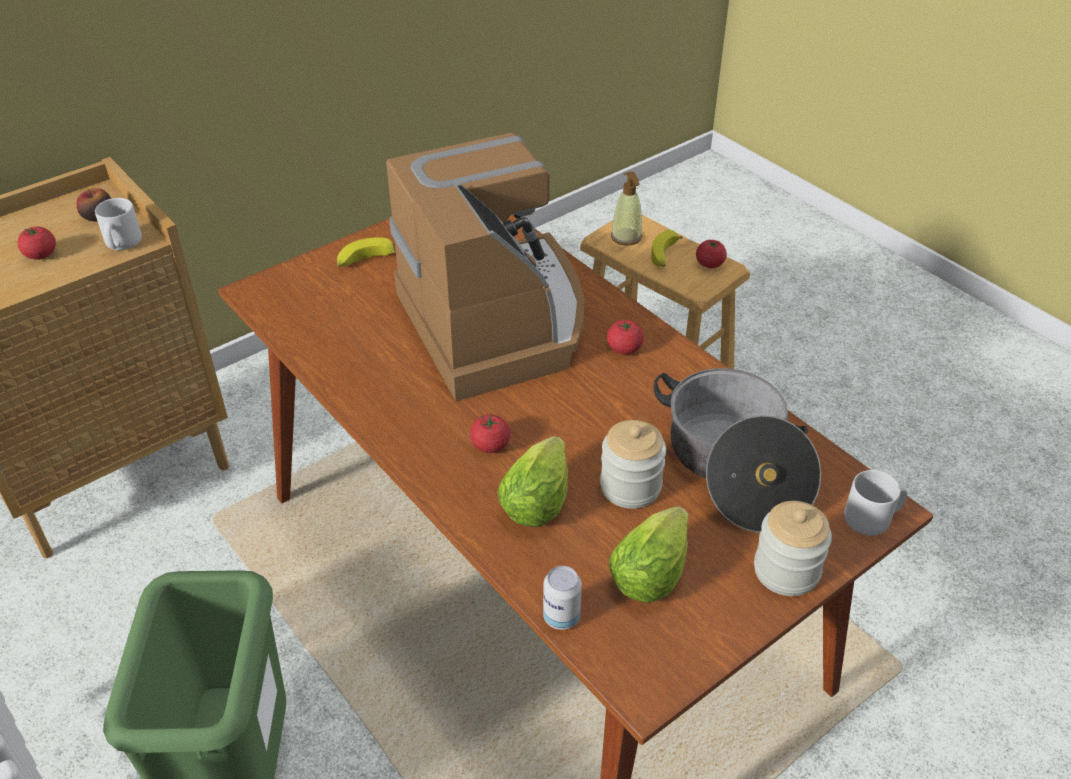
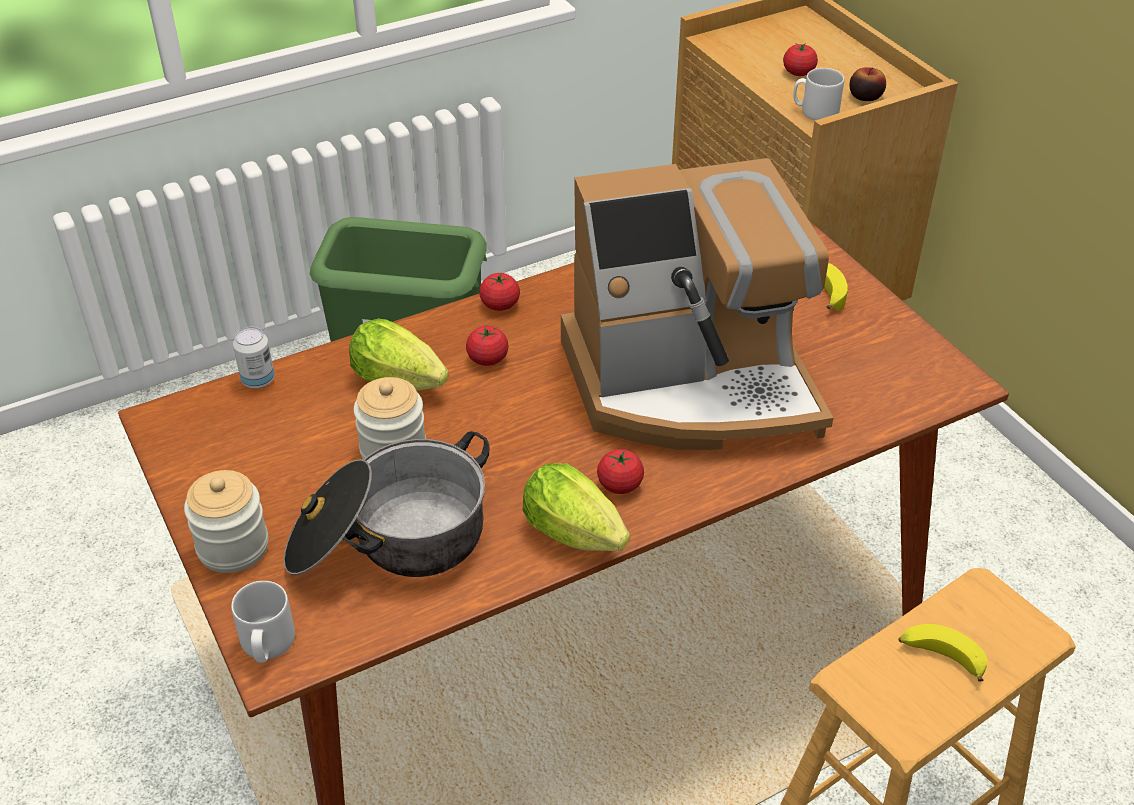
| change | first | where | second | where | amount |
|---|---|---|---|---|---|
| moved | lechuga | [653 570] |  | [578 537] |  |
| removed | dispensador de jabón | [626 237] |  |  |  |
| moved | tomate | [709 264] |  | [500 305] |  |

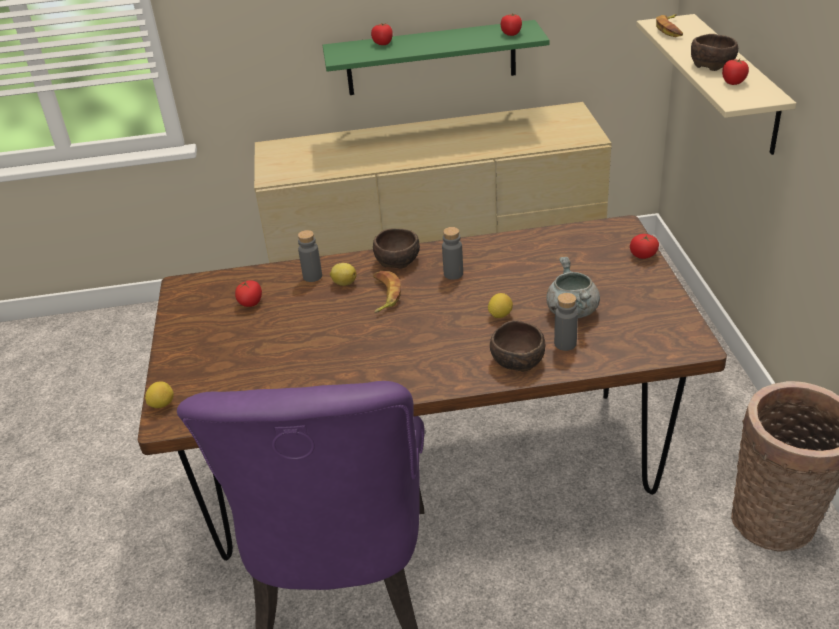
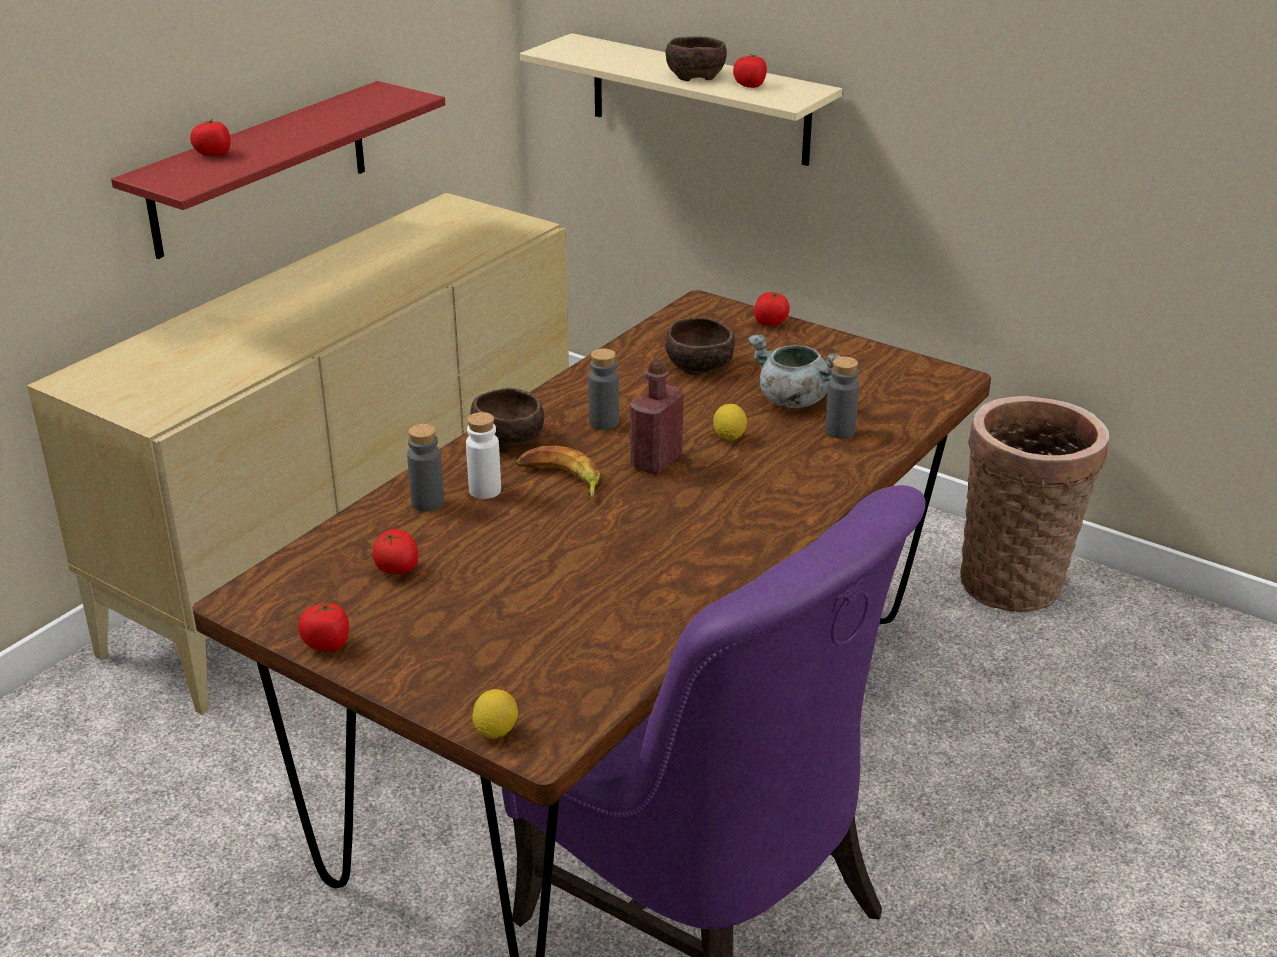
| change | first | where | second | where | amount |
|---|---|---|---|---|---|
| recoloured | estante [verde] | [431 58] | estante [rojo] | [260 169] |  |
| replaced | limón | [344 283] | botella [blanco] | [485 490] |  |
| moved | cuenco [marrón] | [518 360] |  | [701 365] |  |
| moved | tomate | [511 34] |  | [327 644] |  |
| removed | plátano | [671 29] |  |  |  |
| added |  |  | botella [rojo] | [656 461] |  |

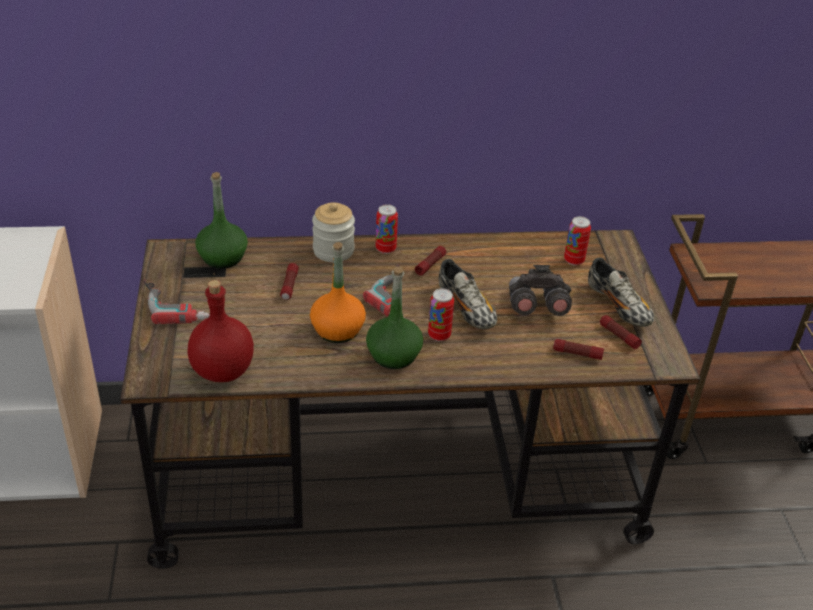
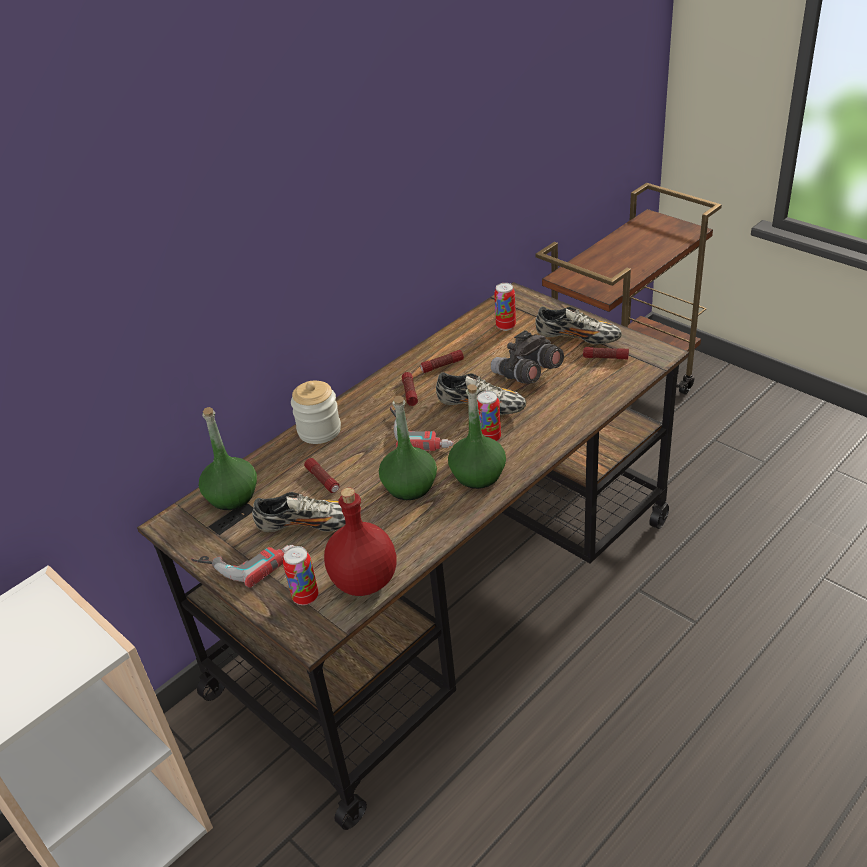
| change | first | where | second | where | amount |
|---|---|---|---|---|---|
| recoloured | botella [naranja] | [337 330] | botella [verde] | [410 486] |  |
| moved | lata | [385 249] |  | [305 597] |  |
| moved | linterna | [577 354] |  | [442 366] |  |
| added |  |  | zapato | [308 525] |  |

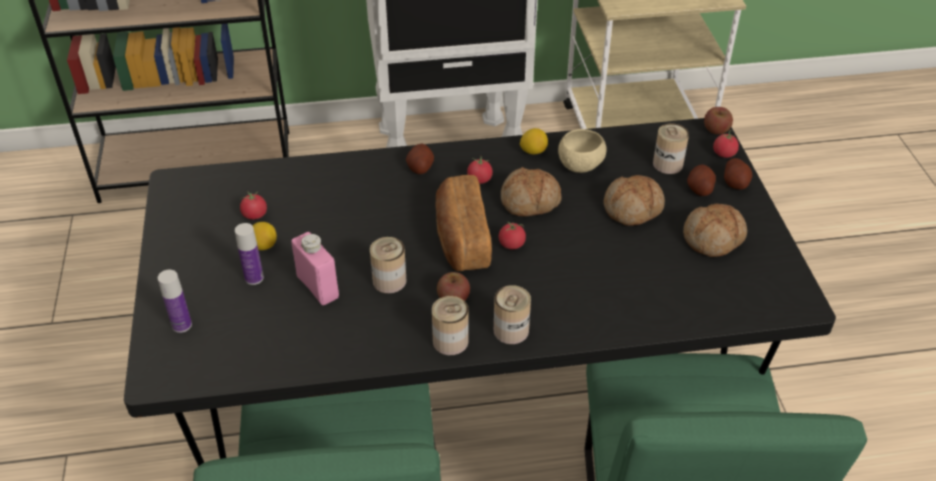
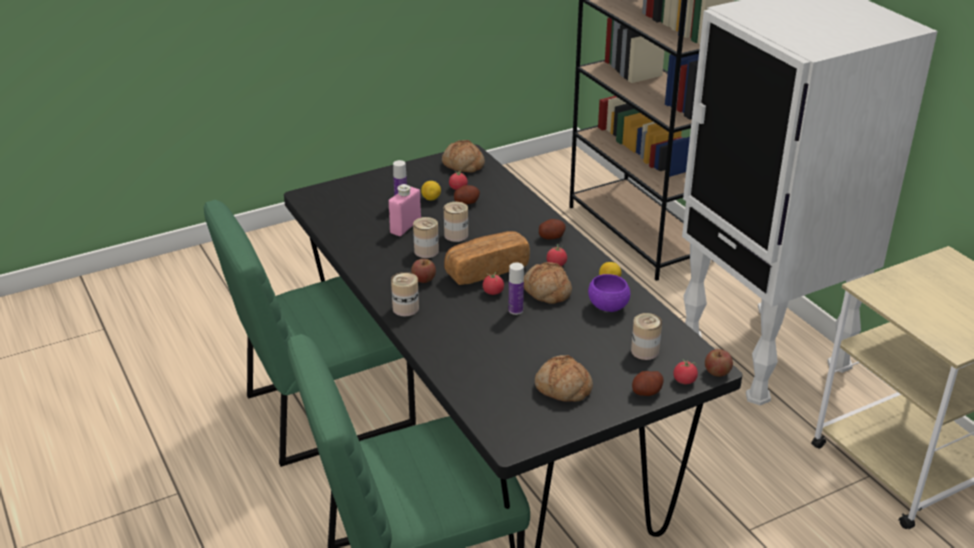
| change | first | where | second | where | amount |
|---|---|---|---|---|---|
| moved | botella | [182 325] |  | [515 310] |  |
| moved | lata | [450 341] |  | [456 235] |  |
| recoloured | cuenco [beis] | [580 165] | cuenco [morado] | [608 307] |  |
| moved | pan | [633 209] |  | [462 165] |  |
| moved | patata | [699 189] |  | [466 202] |  |

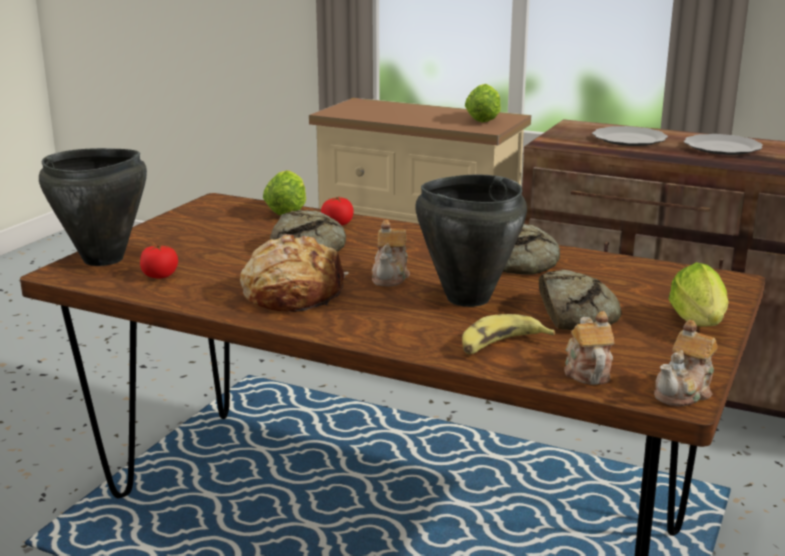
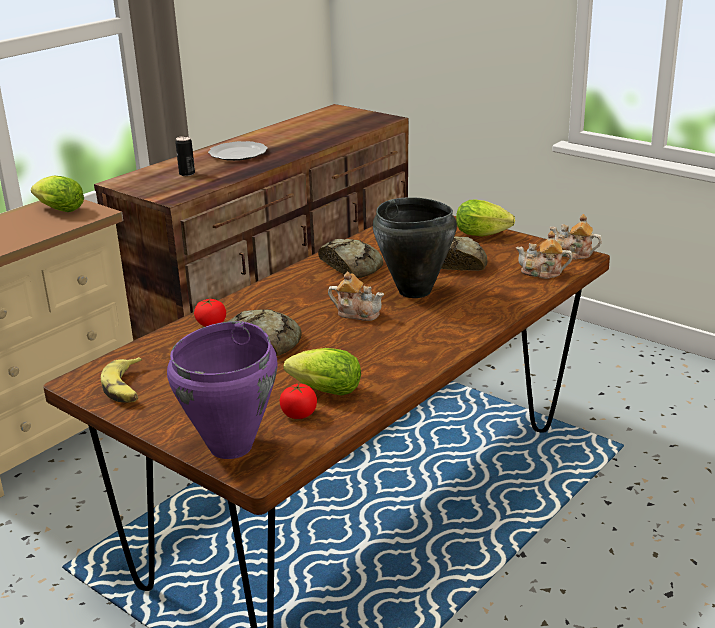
| change | first | where | second | where | amount |
|---|---|---|---|---|---|
| recoloured | olla [negro] | [103 259] | olla [morado] | [232 446] |  |
| removed | pan | [293 293] |  |  |  |
| moved | lechuga | [287 210] |  | [322 391] |  |
| moved | plátano | [501 346] |  | [126 388] |  |
| replaced | plato | [628 139] | lata | [187 174] |  |
| turned | tetera | [685 392] |  | [573 254] | 150 degrees clockwise |

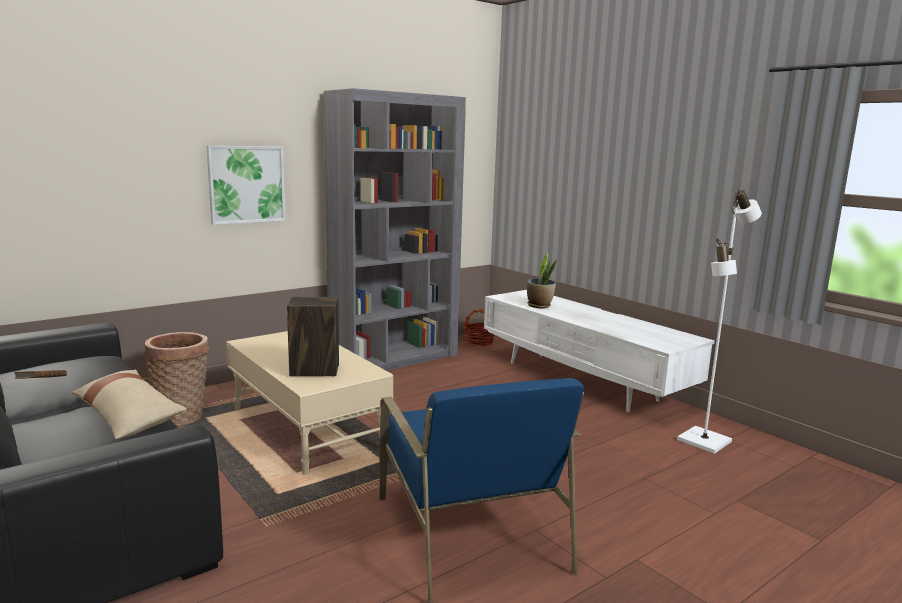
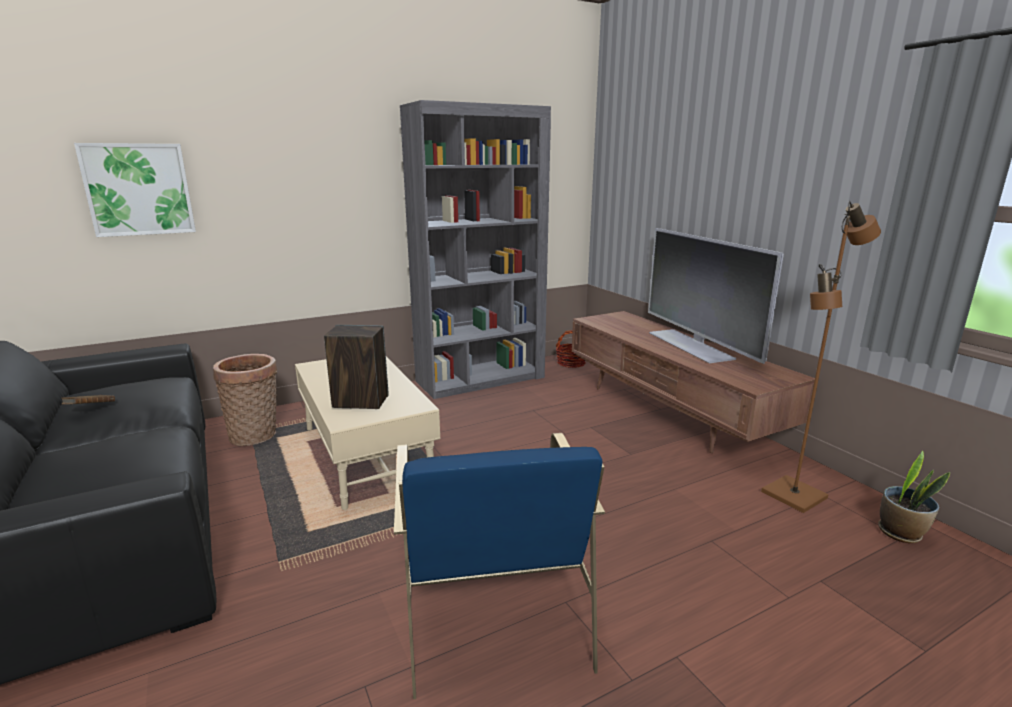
| change | first | where | second | where | amount |
|---|---|---|---|---|---|
| removed | cojín [beis] | [128 416] |  |  |  |
| moved | cuadro | [246 184] |  | [139 189] |  |
| recoloured | mueble de televisión [blanco] | [583 380] | mueble de televisión [marrón] | [669 411] |  |
| moved | planta en maceta | [539 306] |  | [900 533] |  |
| recoloured | lámpara de pie [blanco] | [704 441] | lámpara de pie [marrón] | [793 495] |  |
| added |  |  | televisor | [691 345] |  |

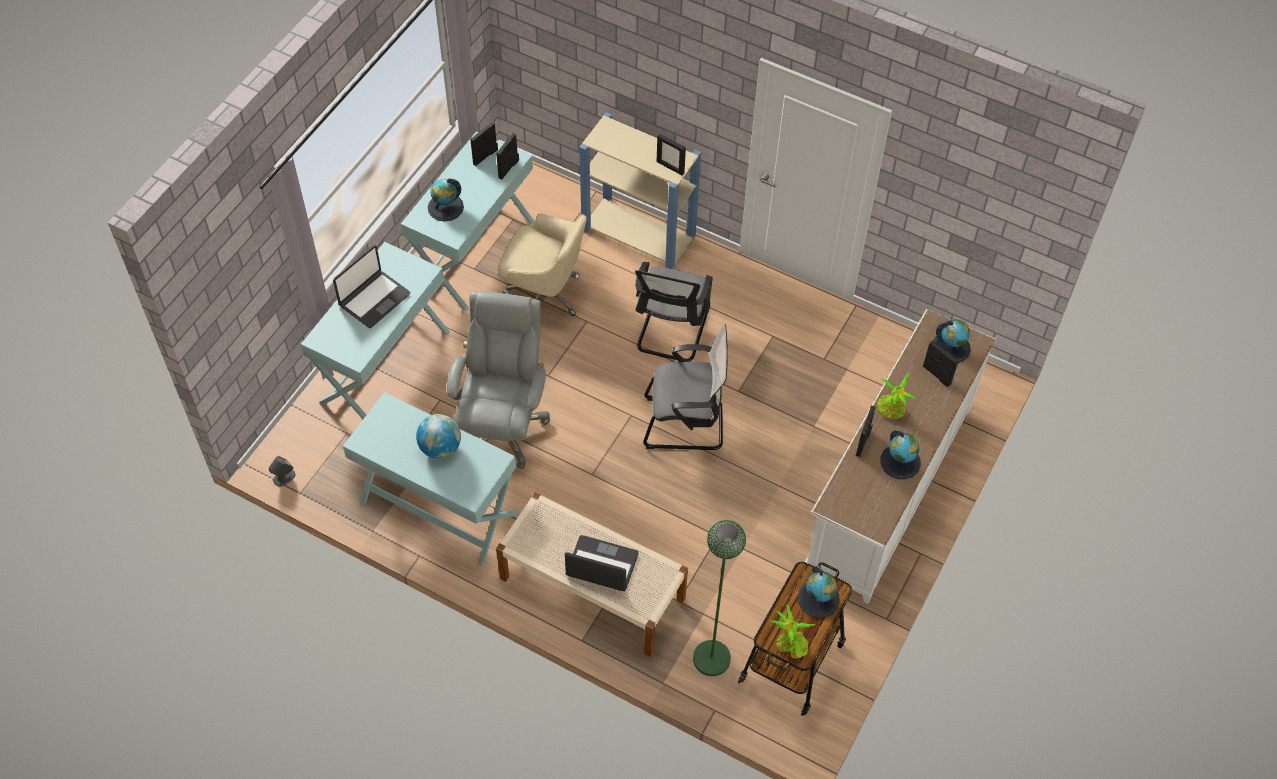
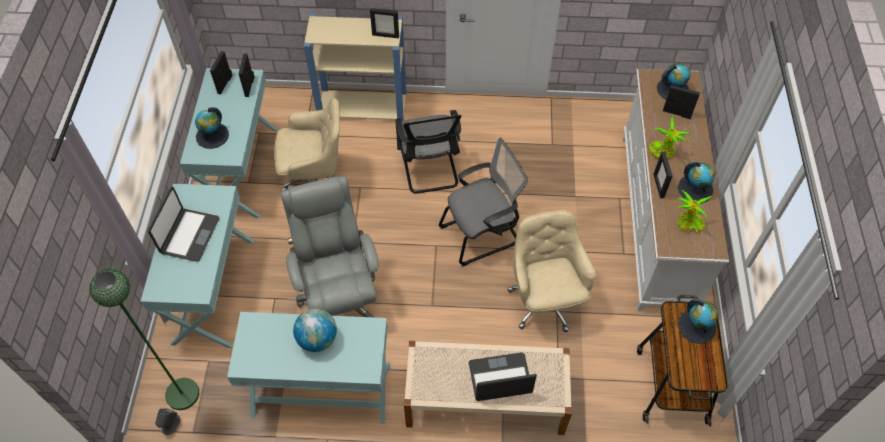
| change | first | where | second | where | amount |
|---|---|---|---|---|---|
| moved | lámpara de pie [verde] | [711 658] |  | [182 394] |  |
| moved | planta en maceta | [789 644] |  | [688 224] |  |
| added |  |  | silla de oficina [beis] | [545 302] |  |

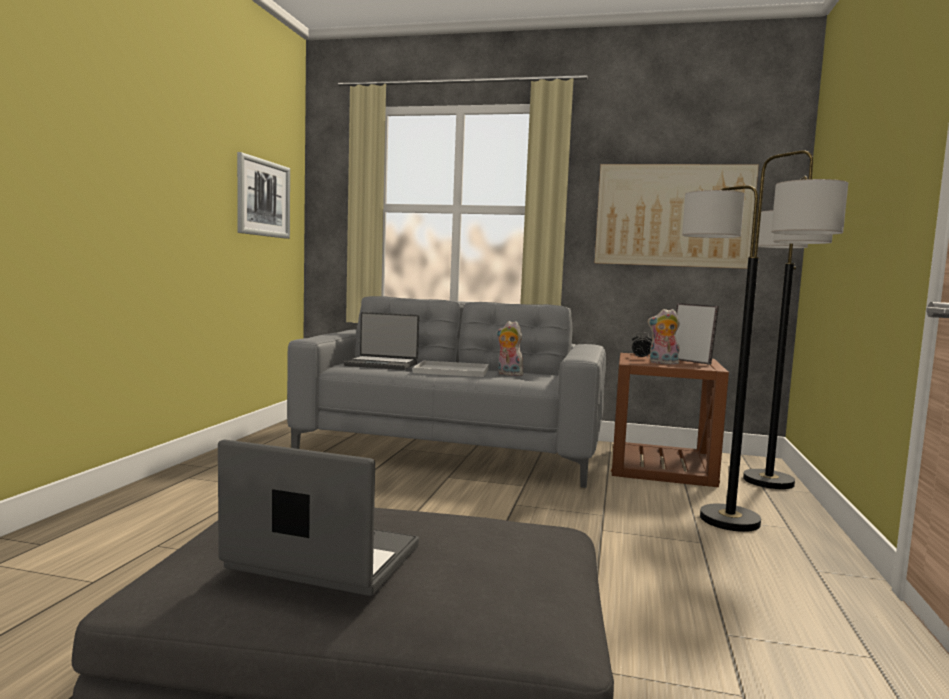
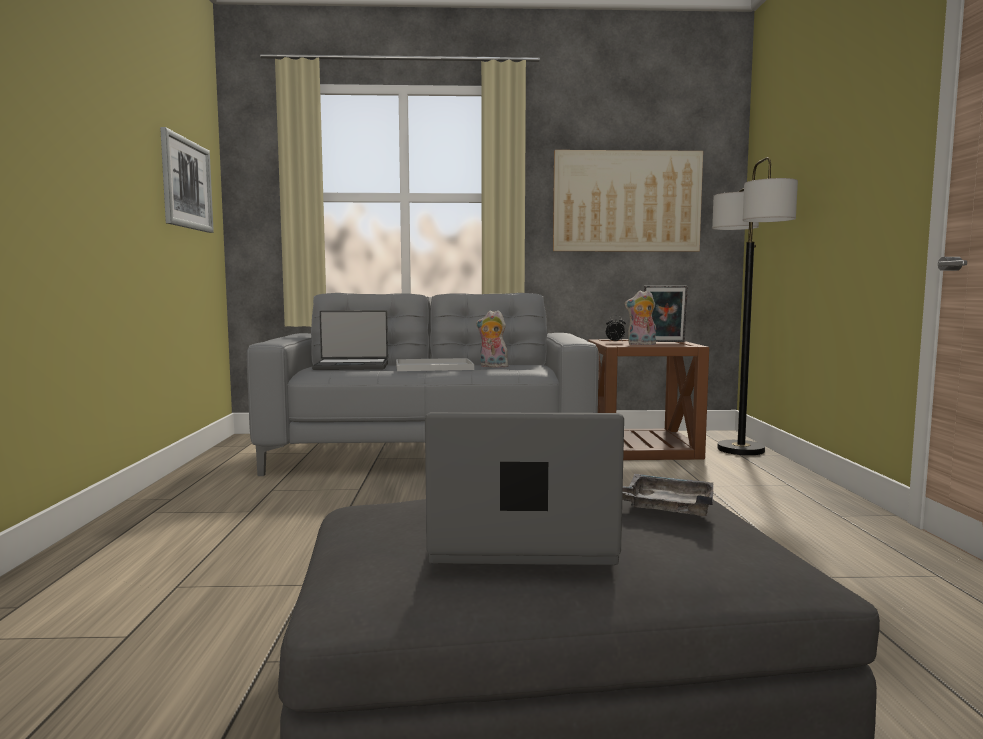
| change | first | where | second | where | amount |
|---|---|---|---|---|---|
| turned | portarretratos | [691 361] |  | [663 342] | 150 degrees clockwise |
| removed | lámpara de pie | [729 520] |  |  |  |
| added |  |  | bandeja [gris] | [664 507] |  |

